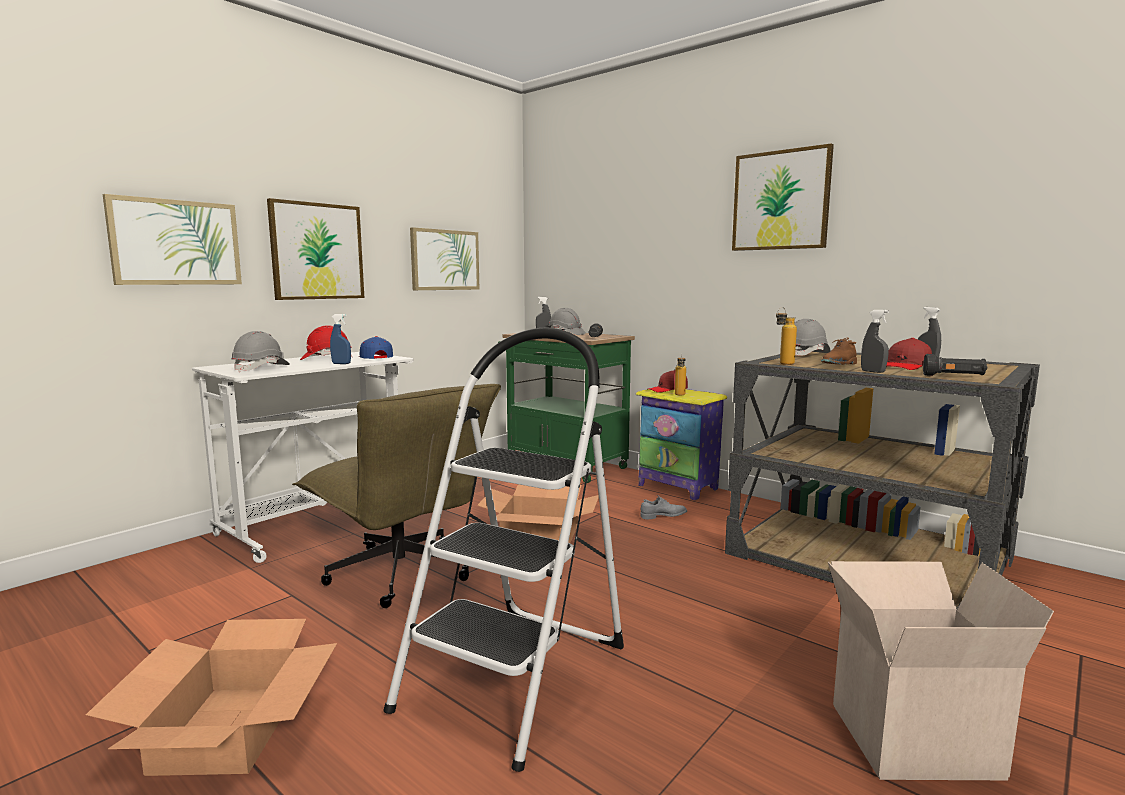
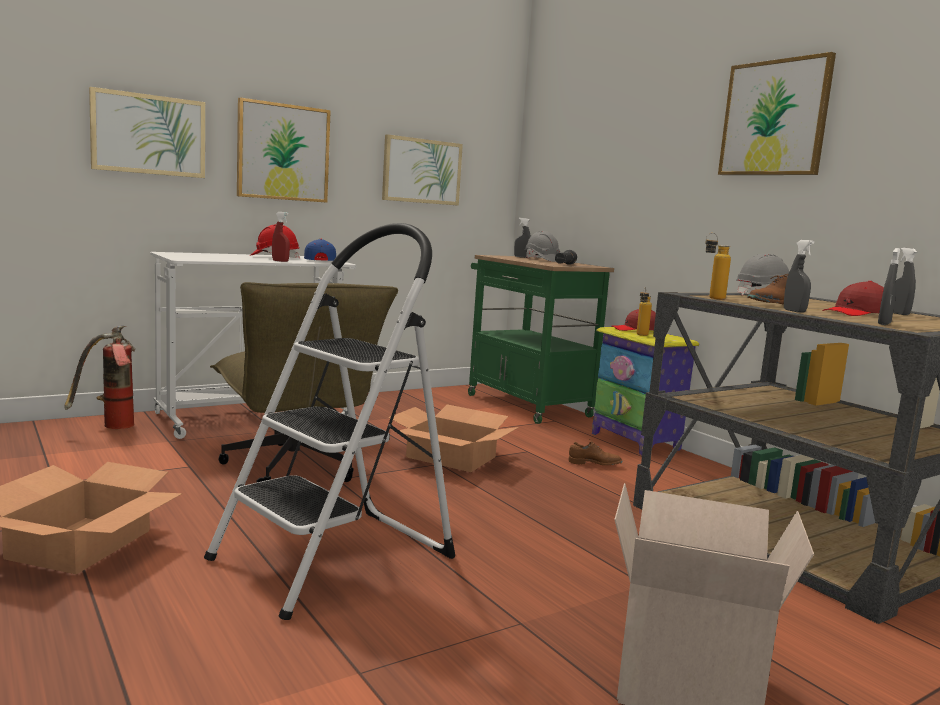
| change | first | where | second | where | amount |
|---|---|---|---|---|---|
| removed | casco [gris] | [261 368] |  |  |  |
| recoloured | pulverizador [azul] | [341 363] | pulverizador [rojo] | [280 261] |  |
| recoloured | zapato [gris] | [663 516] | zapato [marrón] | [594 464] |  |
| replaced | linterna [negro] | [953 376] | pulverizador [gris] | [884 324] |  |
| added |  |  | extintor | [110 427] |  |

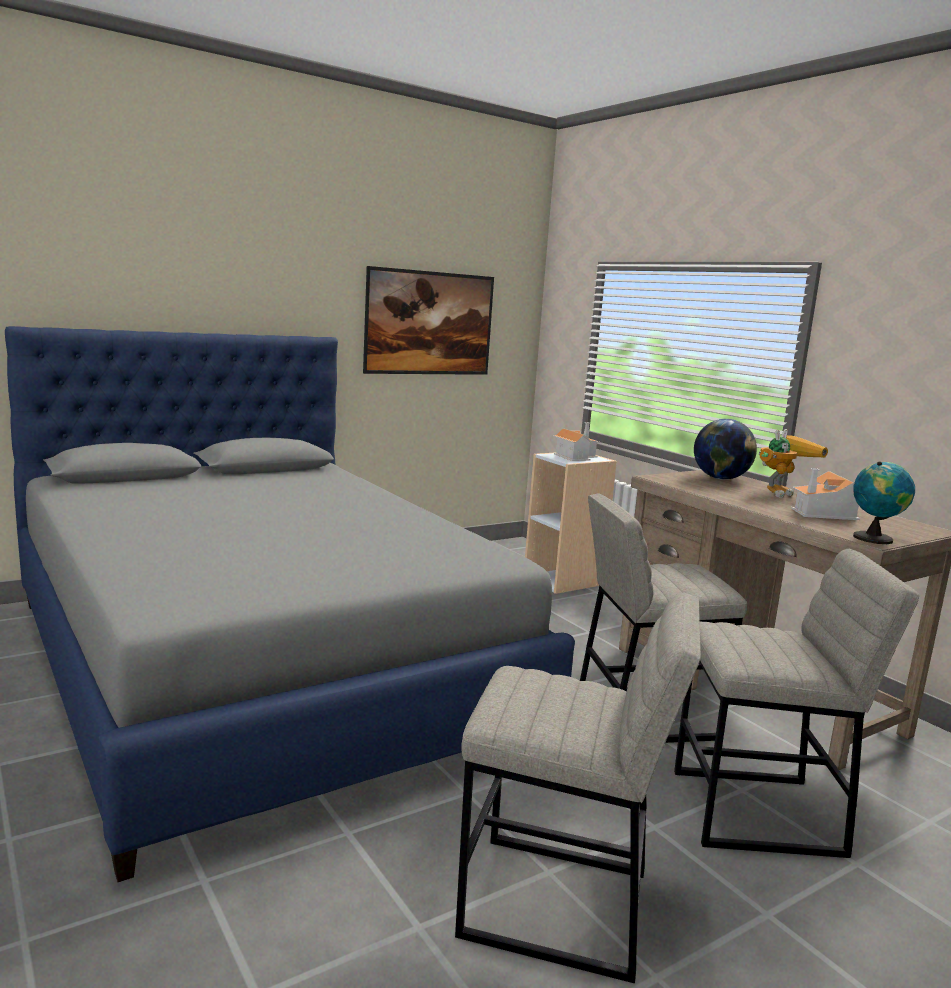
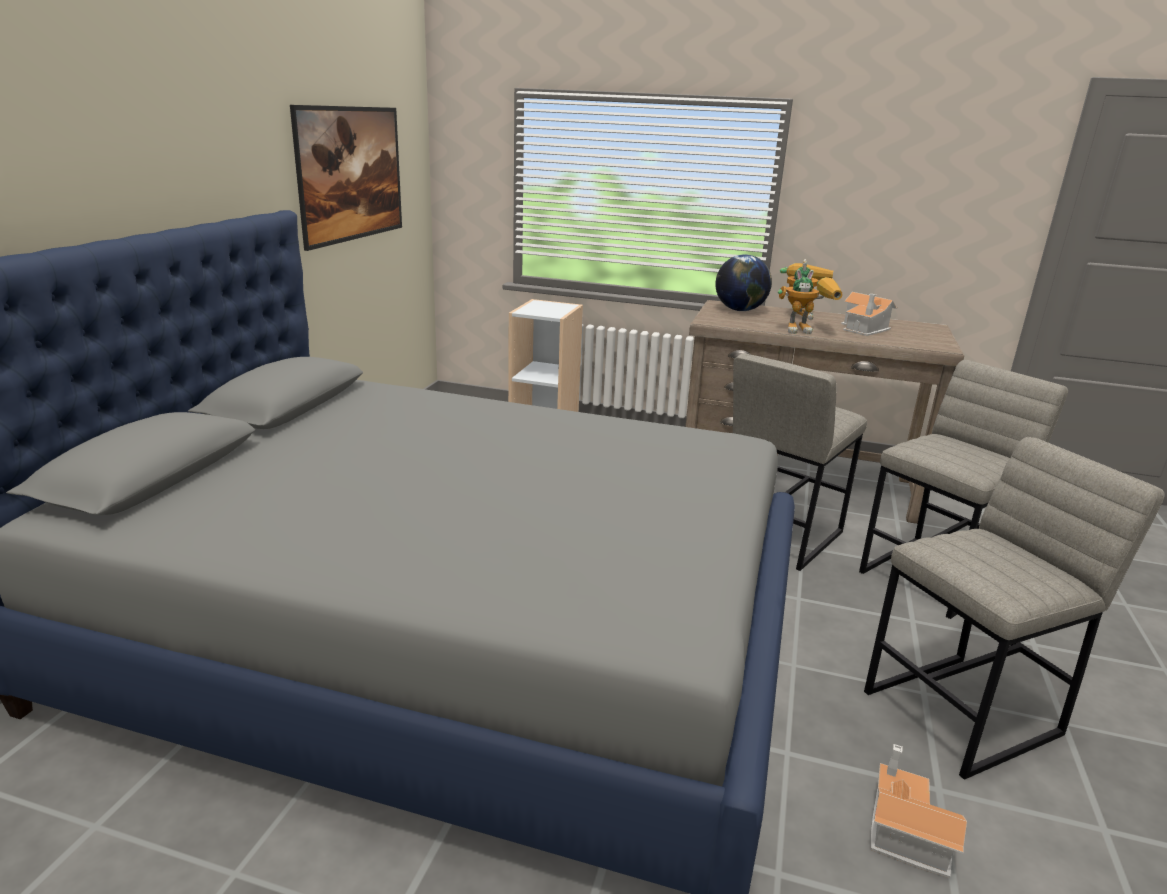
| change | first | where | second | where | amount |
|---|---|---|---|---|---|
| moved | casita | [575 456] |  | [903 831] |  |
| removed | globo terráqueo | [874 538] |  |  |  |
| added |  |  | robot de juguete | [807 330] |  |

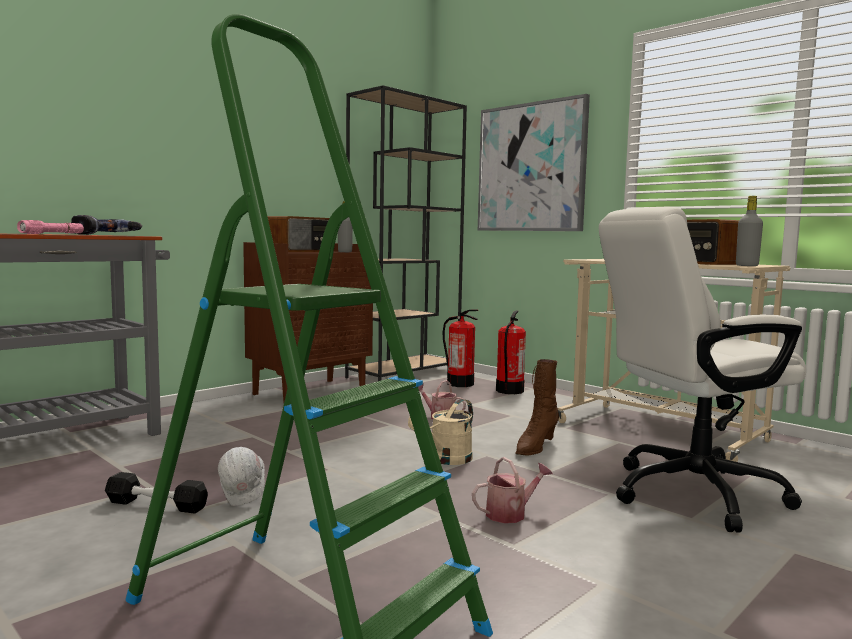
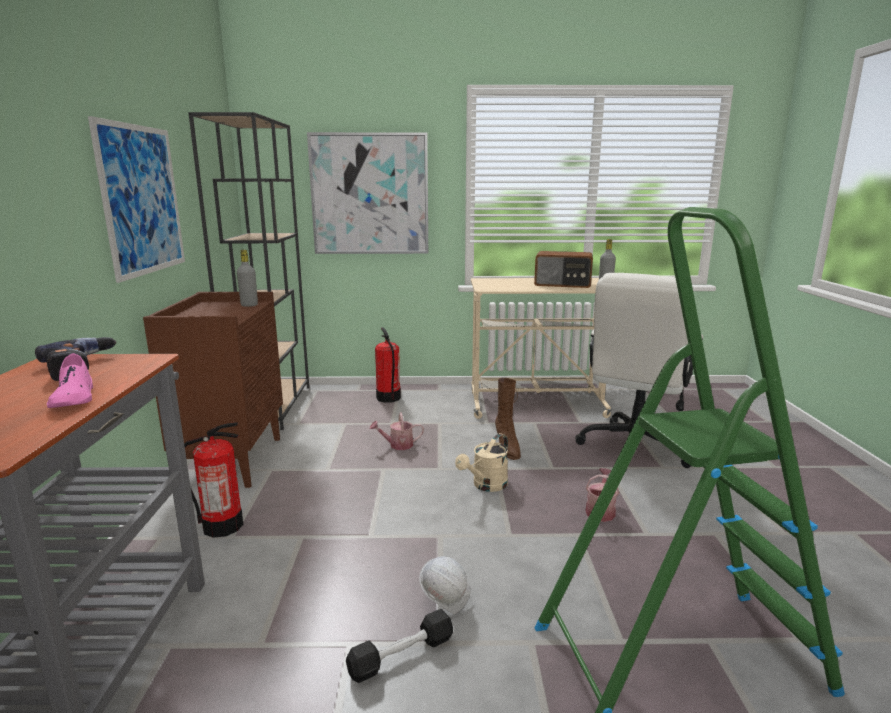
| change | first | where | second | where | amount |
|---|---|---|---|---|---|
| replaced | linterna [rosa] | [52 234] | zapato [rosa] | [74 397] |  |
| removed | radio | [300 251] |  |  |  |
| turned | regadera [beis] | [446 460] |  | [486 486] | 45 degrees clockwise |
| moved | extintor | [460 384] |  | [222 526] |  |
| added |  |  | cuadro | [142 200] |  |

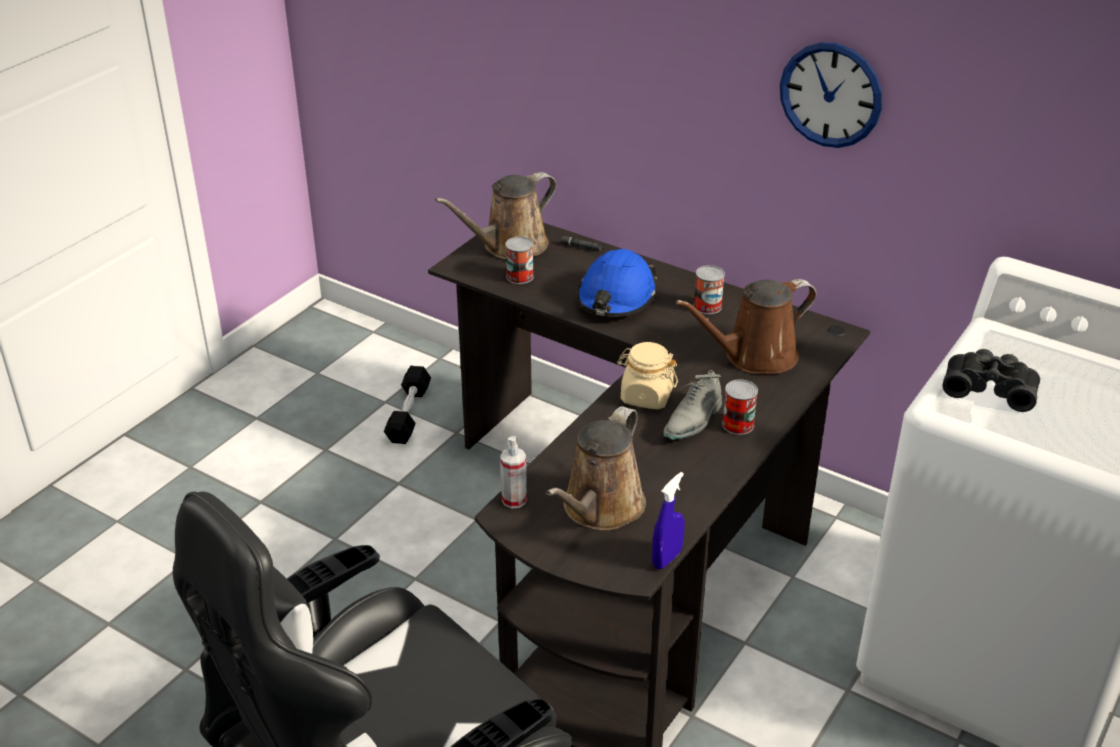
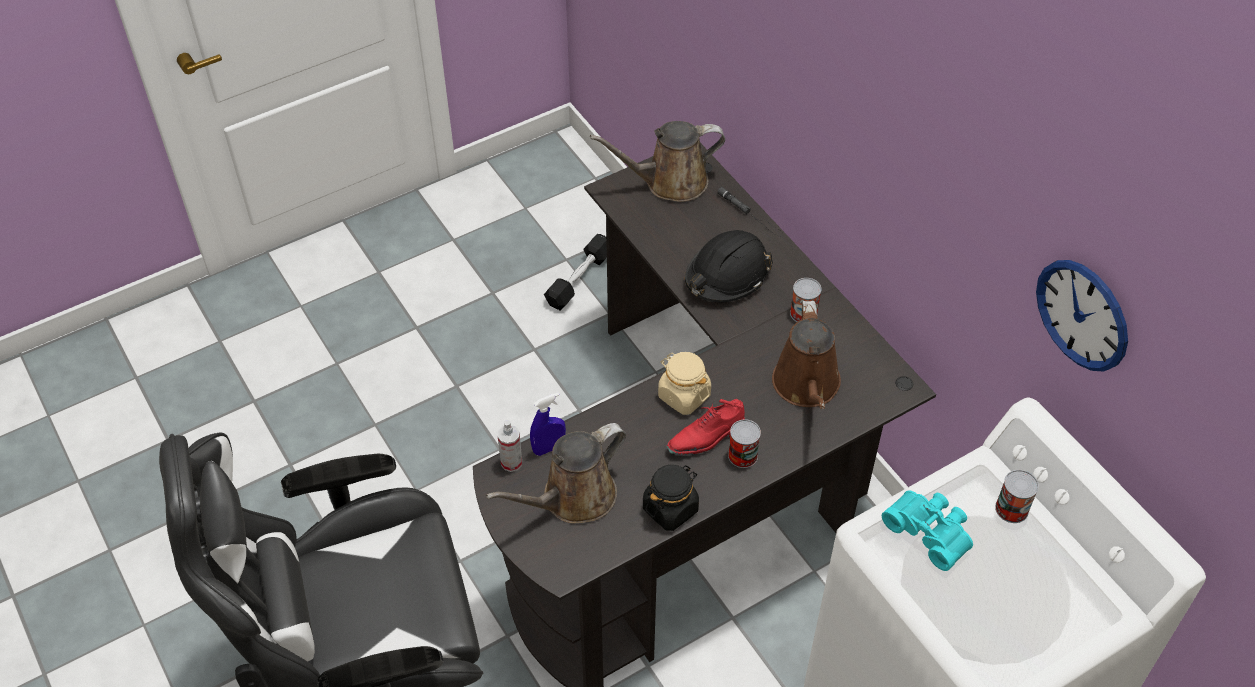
| change | first | where | second | where | amount |
|---|---|---|---|---|---|
| moved | lata | [520 276] |  | [1011 509] |  |
| recoloured | casco [azul] | [616 298] | casco [negro] | [726 276] |  |
| moved | pulverizador [azul] | [667 558] |  | [549 448] |  |
| recoloured | zapato [gris] | [693 421] | zapato [rojo] | [706 438] |  |
| turned | regadera [marrón] | [754 357] |  | [807 387] | 90 degrees counterclockwise |
| moved | reloj de pared | [831 95] |  | [1082 315] |  |
| recoloured | prismáticos [negro] | [989 388] | prismáticos [turquesa] | [930 531] |  |
| added |  |  | tarro [negro] | [670 509] |  |

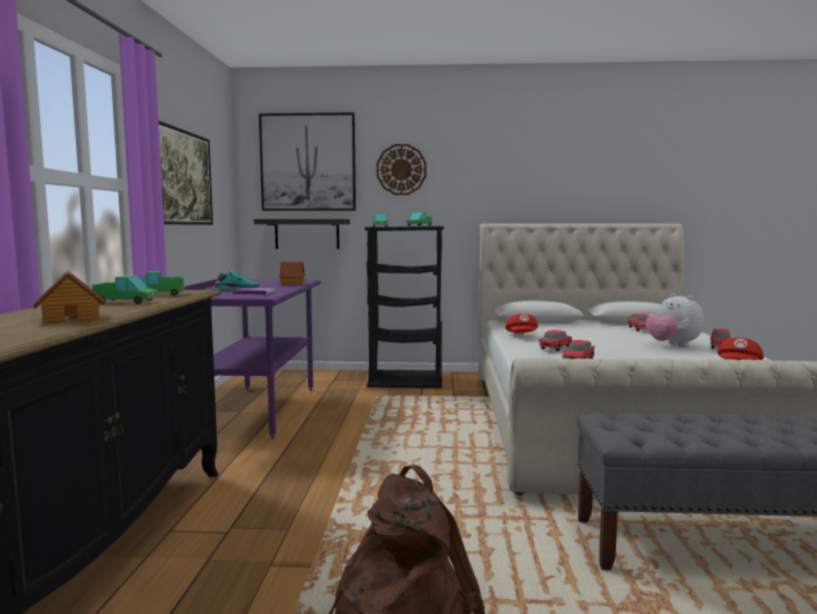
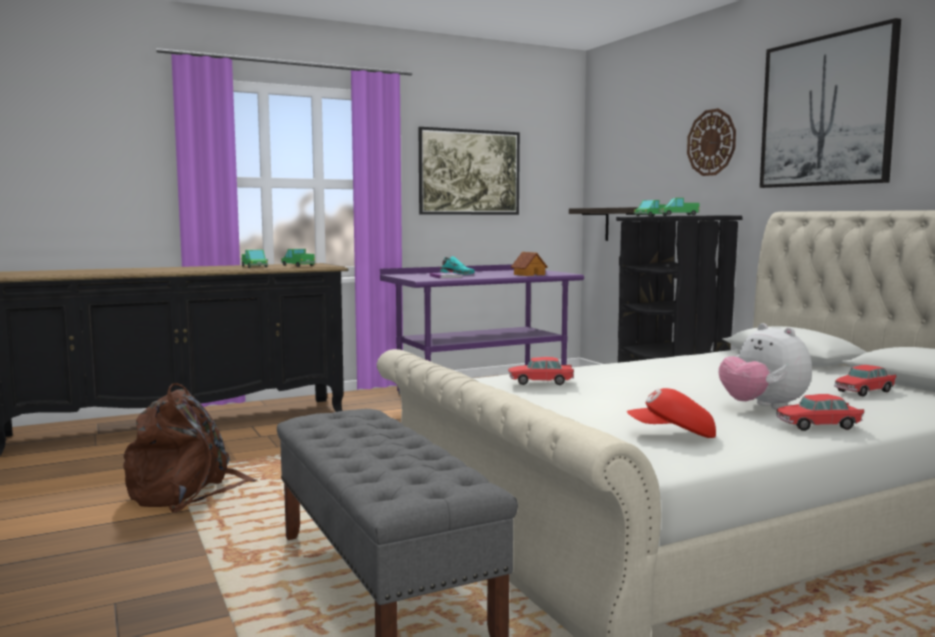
| change | first | where | second | where | amount |
|---|---|---|---|---|---|
| removed | casita | [71 318] |  |  |  |
| moved | cuadro | [308 162] |  | [826 111] |  |
| removed | gorra [rojo] | [522 336] |  |  |  |
| removed | coche de juguete | [555 348] |  |  |  |
| turned | peluche | [673 345] |  | [762 407] | 60 degrees counterclockwise |

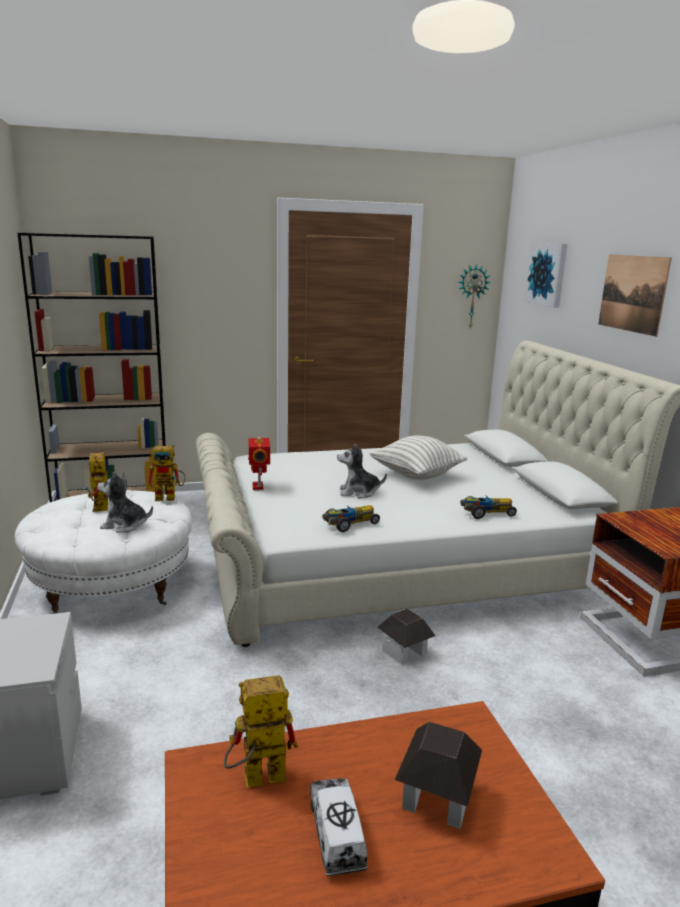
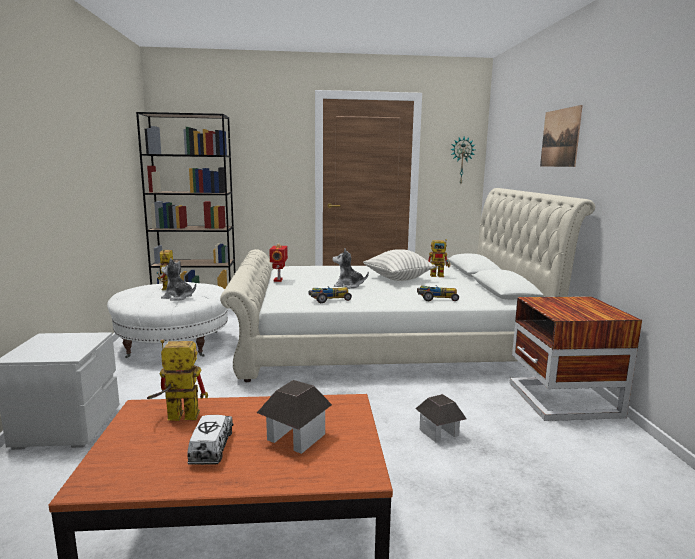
| change | first | where | second | where | amount |
|---|---|---|---|---|---|
| moved | robot de juguete | [170 497] |  | [440 275] |  |
| moved | casita | [404 651] |  | [439 432] |  |
| removed | cuadro | [546 274] |  |  |  |

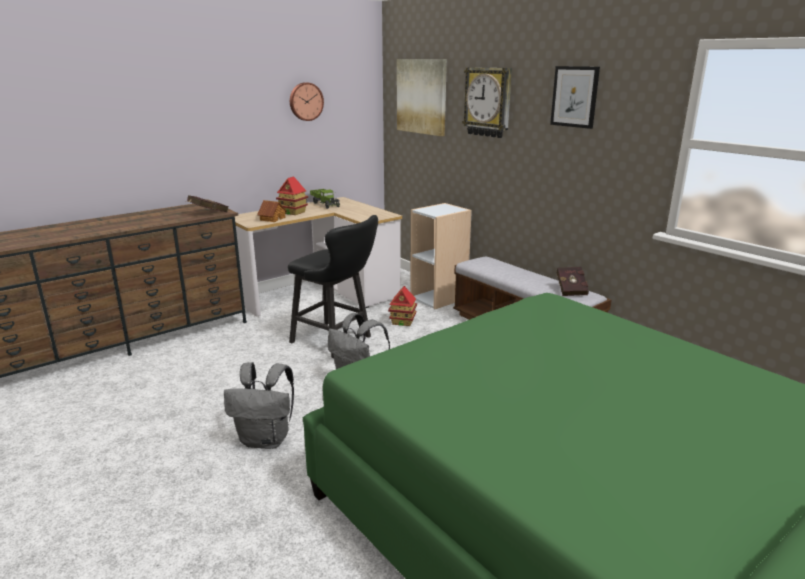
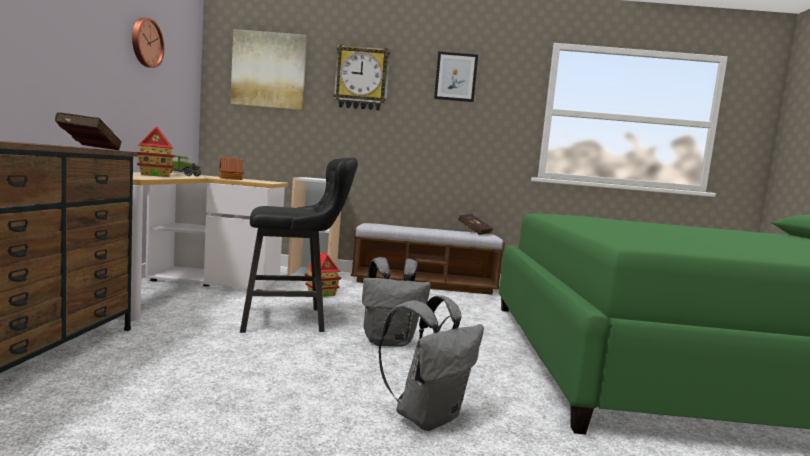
| change | first | where | second | where | amount |
|---|---|---|---|---|---|
| moved | casita | [272 219] |  | [230 178] |  |

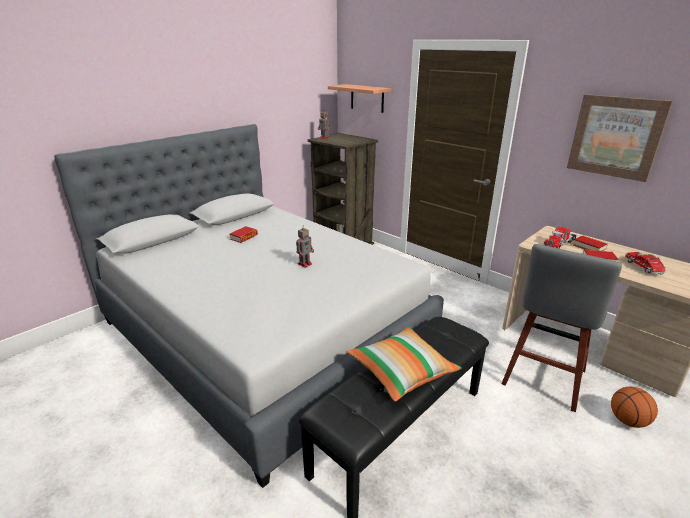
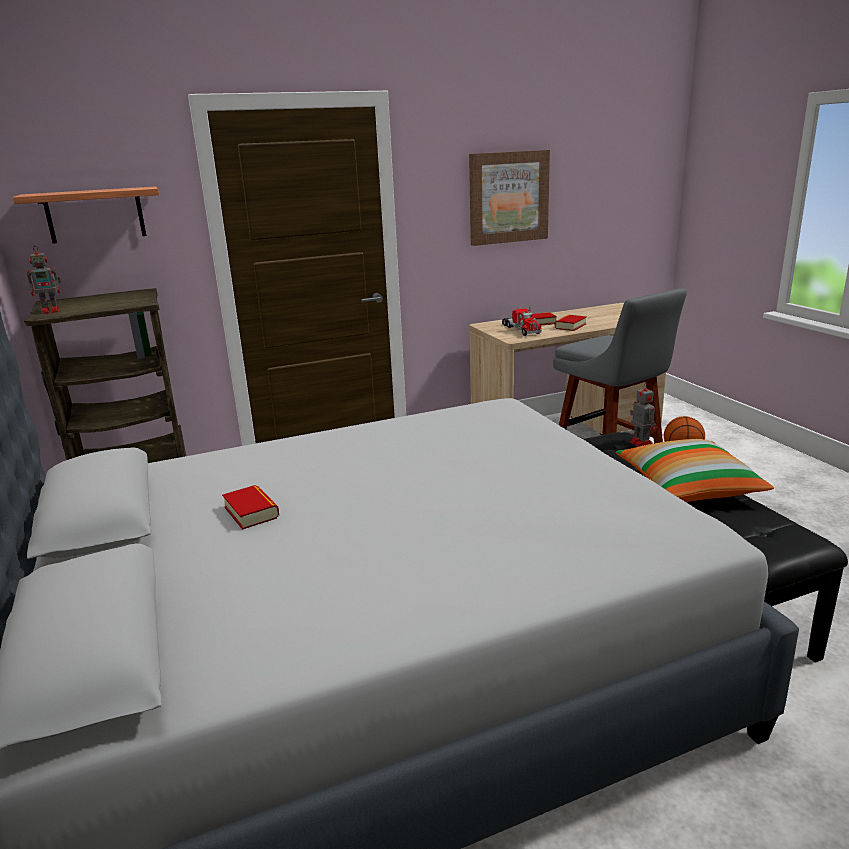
| change | first | where | second | where | amount |
|---|---|---|---|---|---|
| moved | robot de juguete | [305 263] |  | [640 442] |  |
| removed | camión de juguete | [644 268] |  |  |  |

